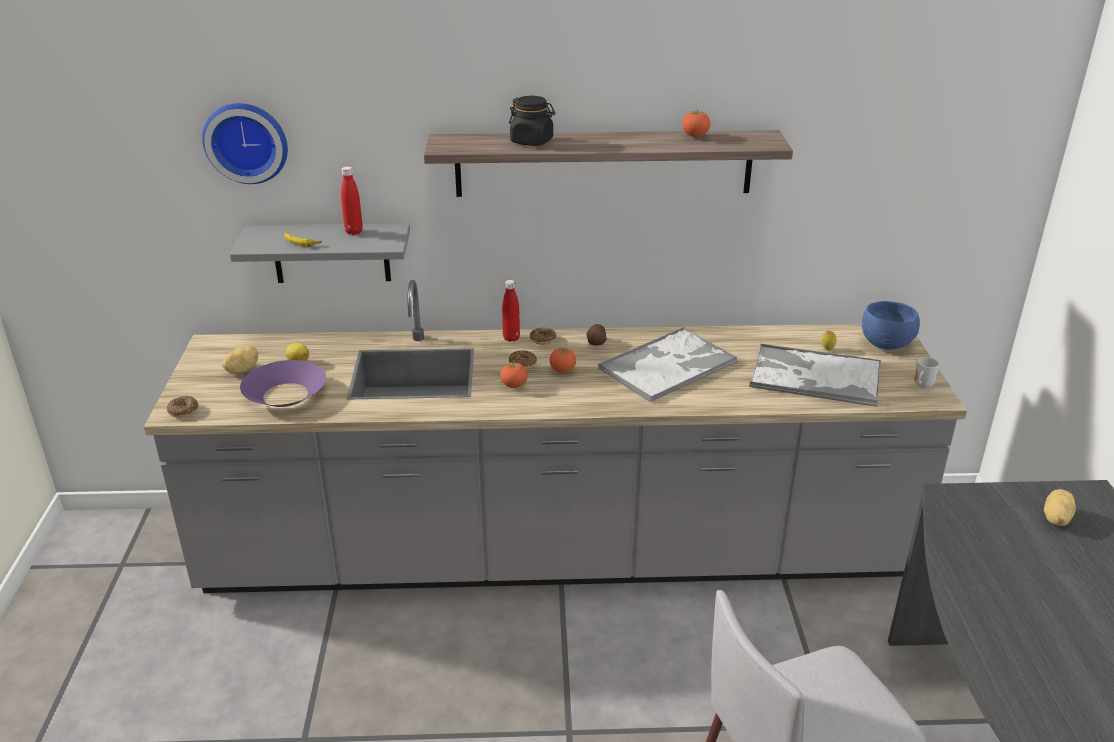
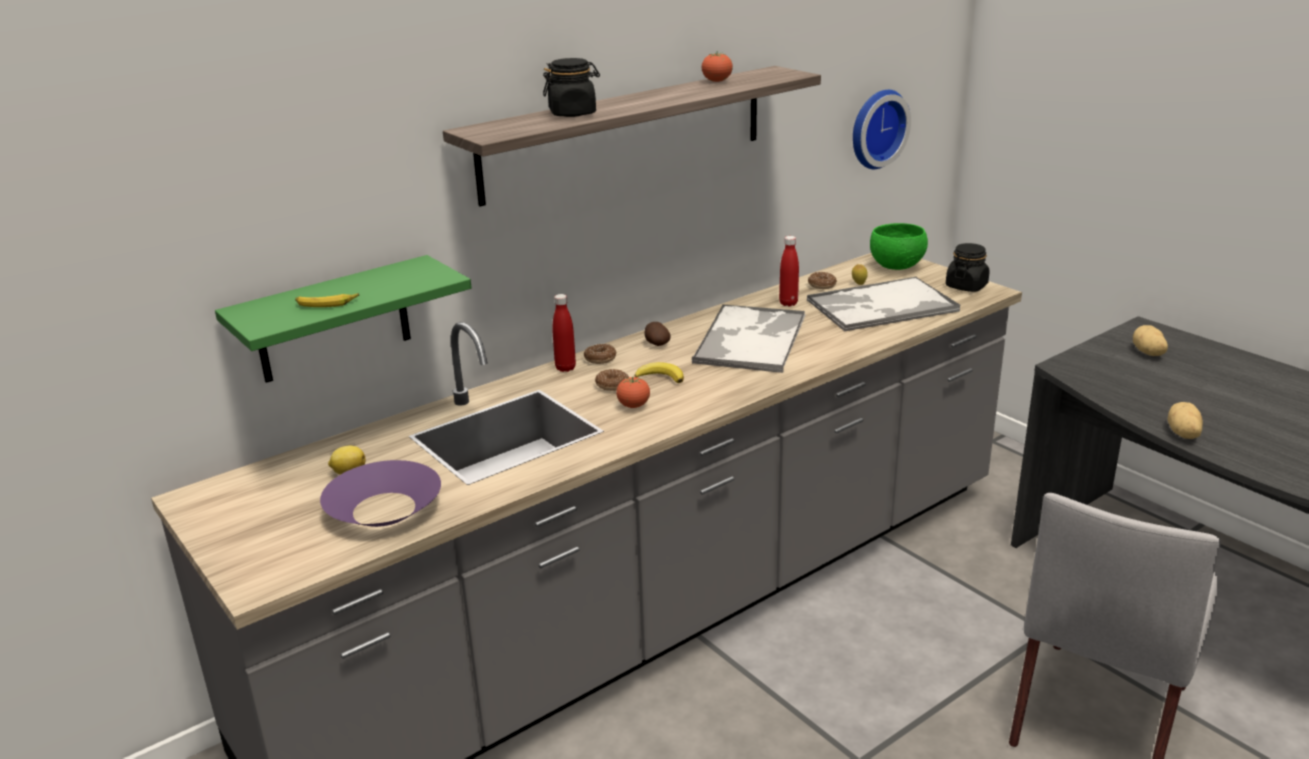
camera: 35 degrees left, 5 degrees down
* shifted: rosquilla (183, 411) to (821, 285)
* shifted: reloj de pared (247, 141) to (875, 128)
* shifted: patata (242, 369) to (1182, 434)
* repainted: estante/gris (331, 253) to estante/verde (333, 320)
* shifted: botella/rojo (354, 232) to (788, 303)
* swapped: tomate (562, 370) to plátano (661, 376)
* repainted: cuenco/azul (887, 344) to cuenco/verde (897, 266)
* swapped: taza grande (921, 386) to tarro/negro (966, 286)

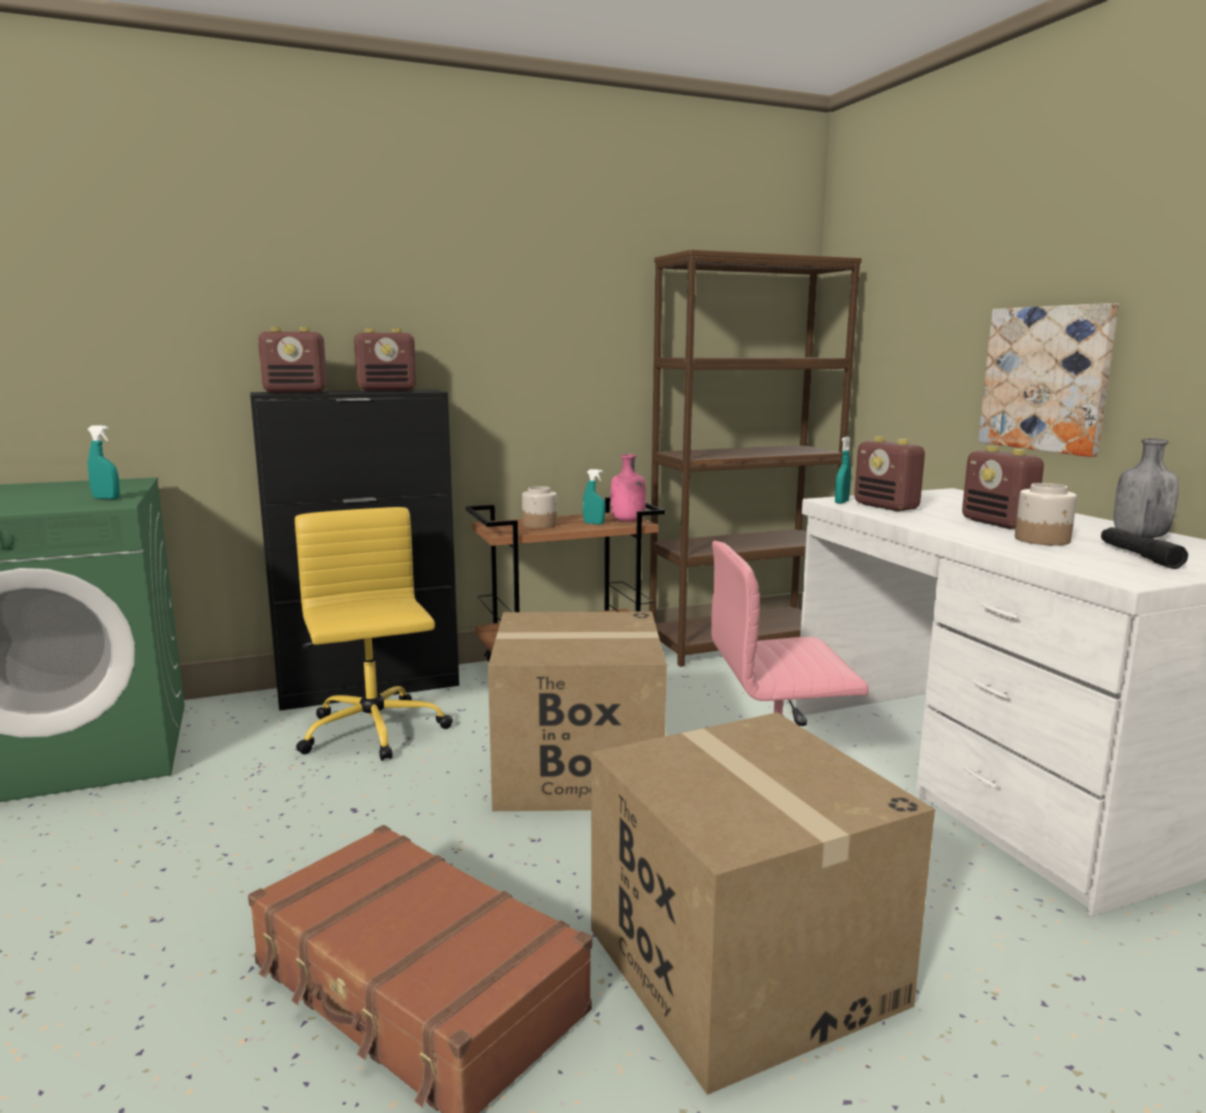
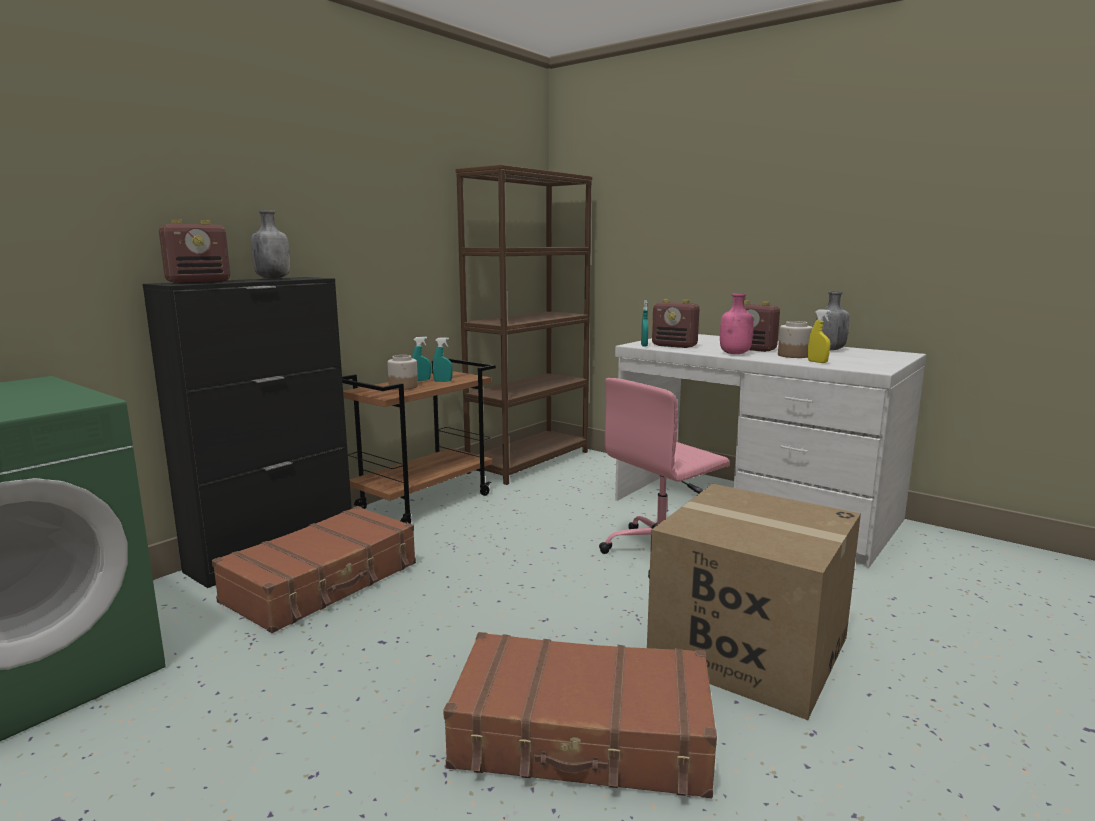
camera: 30 degrees left, 0 degrees up
* shifted: pulverizador/turquesa (106, 498) to (421, 380)
* swapped: silla de oficina/amarillo (374, 732) to maleta/marrón (323, 583)
* swapped: radio (387, 390) to botella/gris (273, 278)
* gone: caja de cartón (577, 769)
* shifted: botella/rosa (628, 521) to (735, 353)
* gone: cuadro (1046, 378)
* gone: linterna/negro (1139, 556)
* new: pulverizador/amarillo (817, 362)

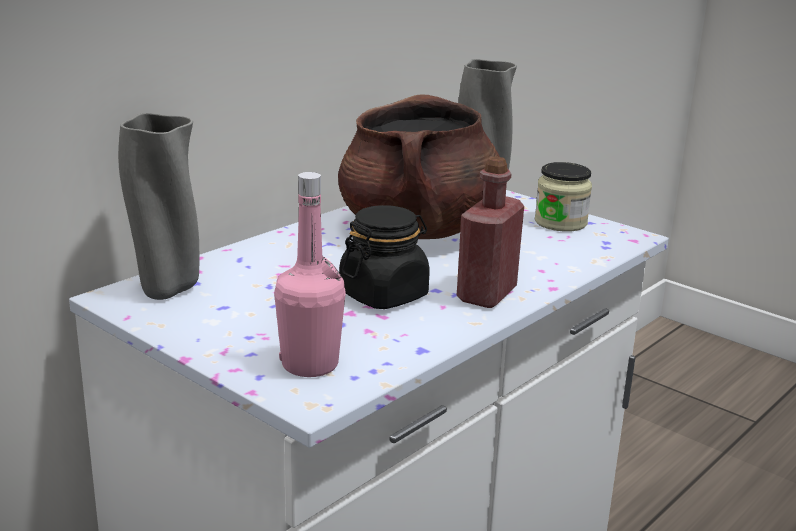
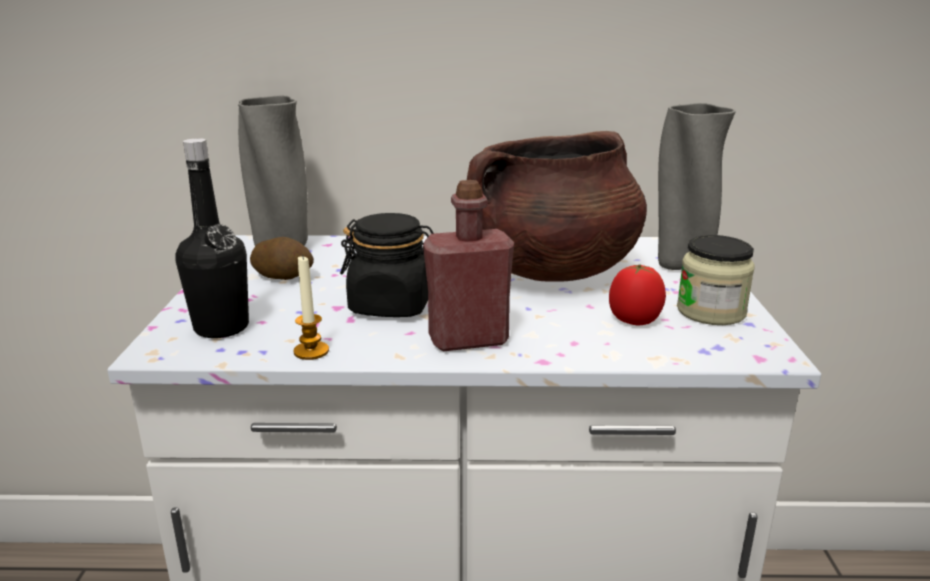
camera: 50 degrees right, 0 degrees up
* repainted: botella/rosa (310, 364) to botella/negro (221, 327)
* new: patata (284, 276)
* new: vela (311, 351)
* new: tomate (634, 321)

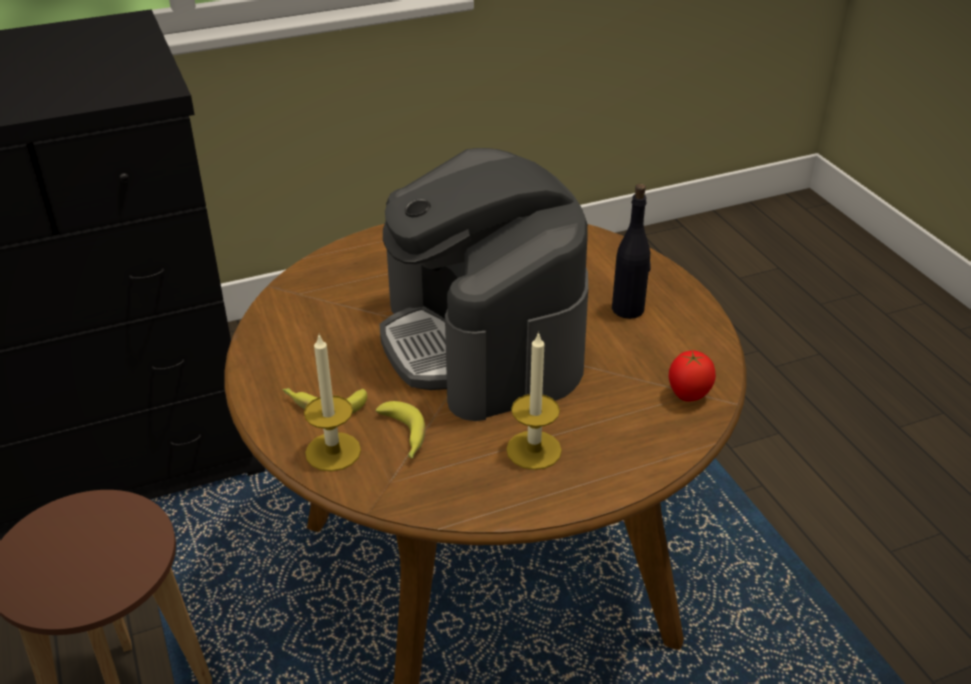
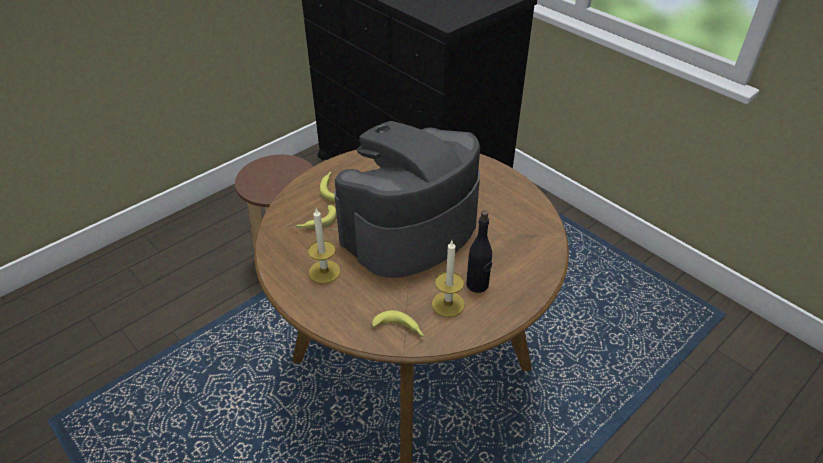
camera: 70 degrees right, 5 degrees up
* shifted: vela (333, 451) to (448, 304)
* swapped: tomate (687, 396) to plátano (400, 329)

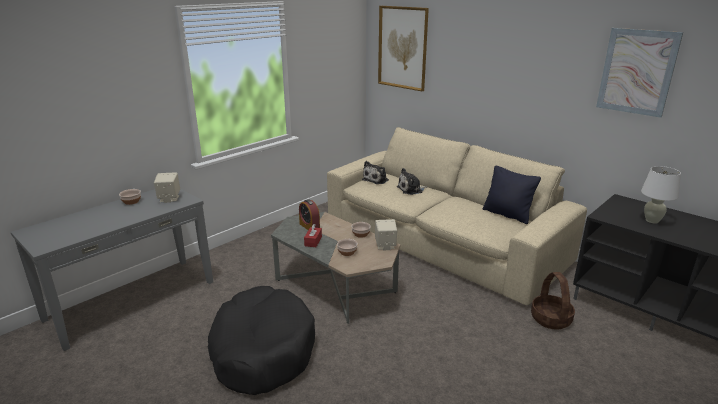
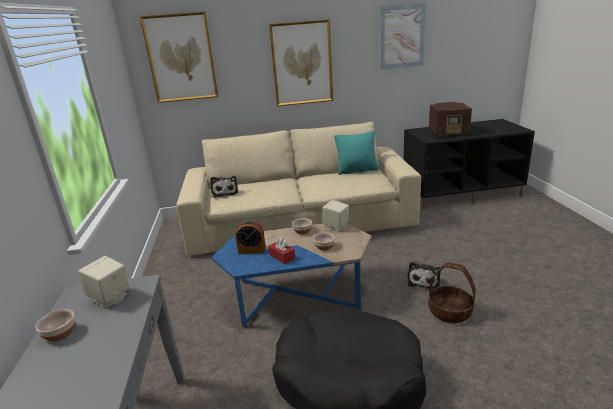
camera: 50 degrees left, 0 degrees up
* repainted: mesa de centro/gris (335, 286) to mesa de centro/azul (297, 295)
* shifted: peluche (411, 190) to (423, 281)
* repainted: cojín/negro (507, 214) to cojín/turquesa (357, 171)
* shifted: cesta (551, 319) to (450, 311)
* swapped: lámpara de mesa/blanco (652, 220) to radio (449, 133)
* new: cuadro (302, 63)

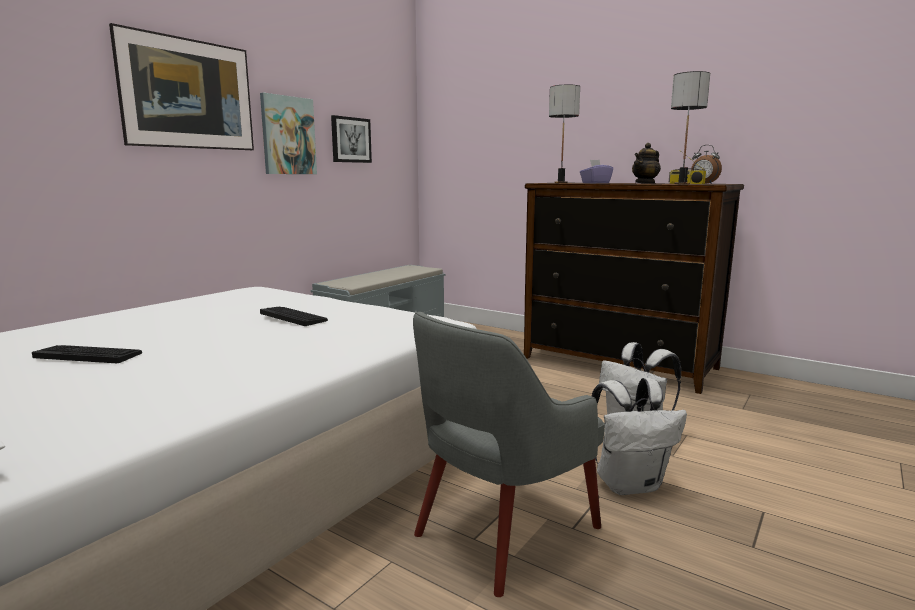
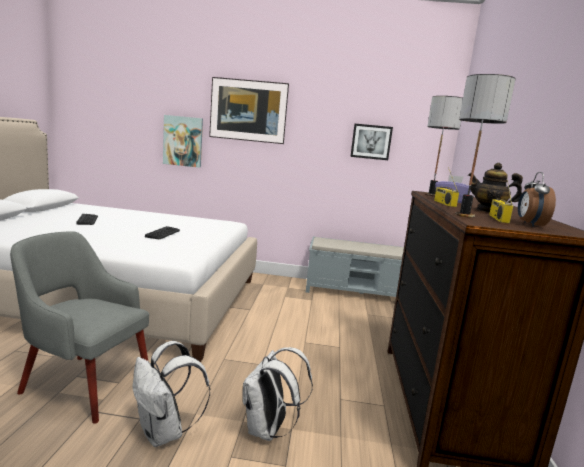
camera: 60 degrees right, 0 degrees up
* shifted: cuadro (288, 135) to (183, 141)
* new: radio (443, 203)

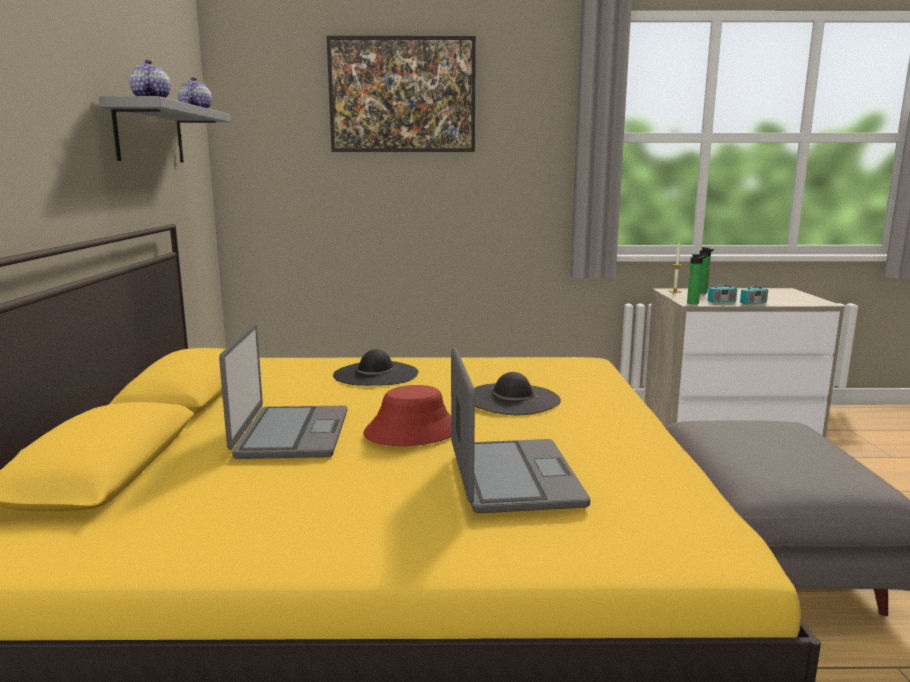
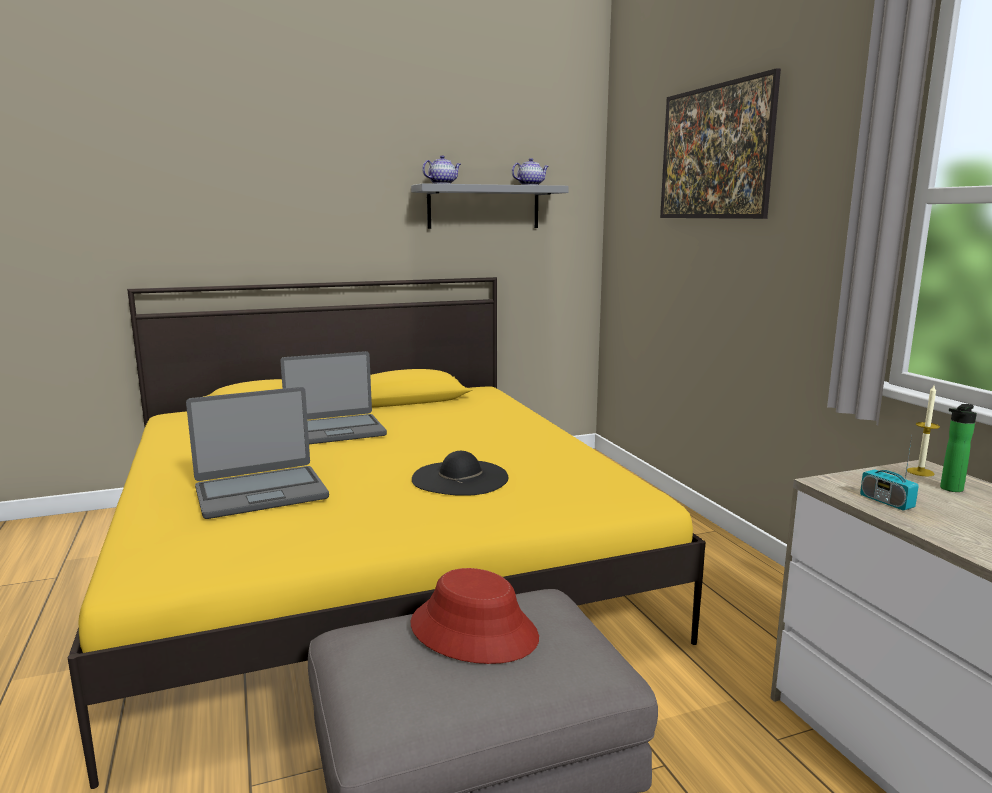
camera: 70 degrees right, 0 degrees up
* gone: sombrero/negro (376, 374)
* shifted: sombrero/rojo (412, 431) to (474, 631)
* gone: botella (694, 303)
* gone: radio (753, 303)

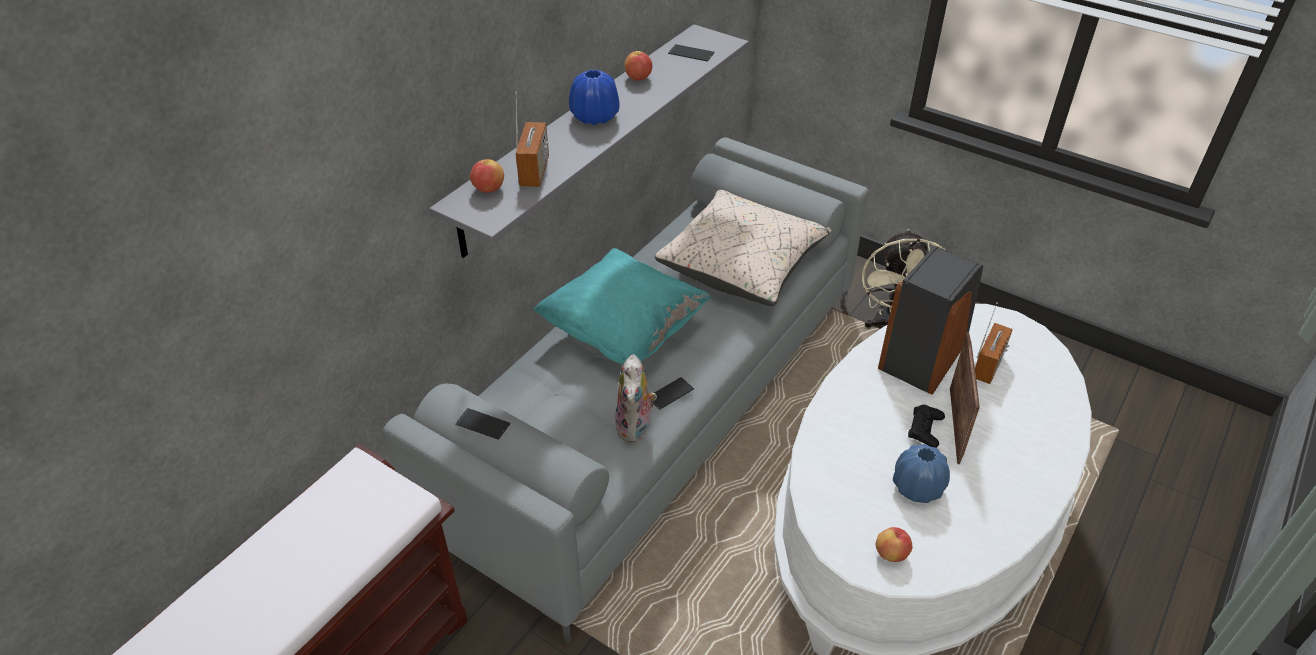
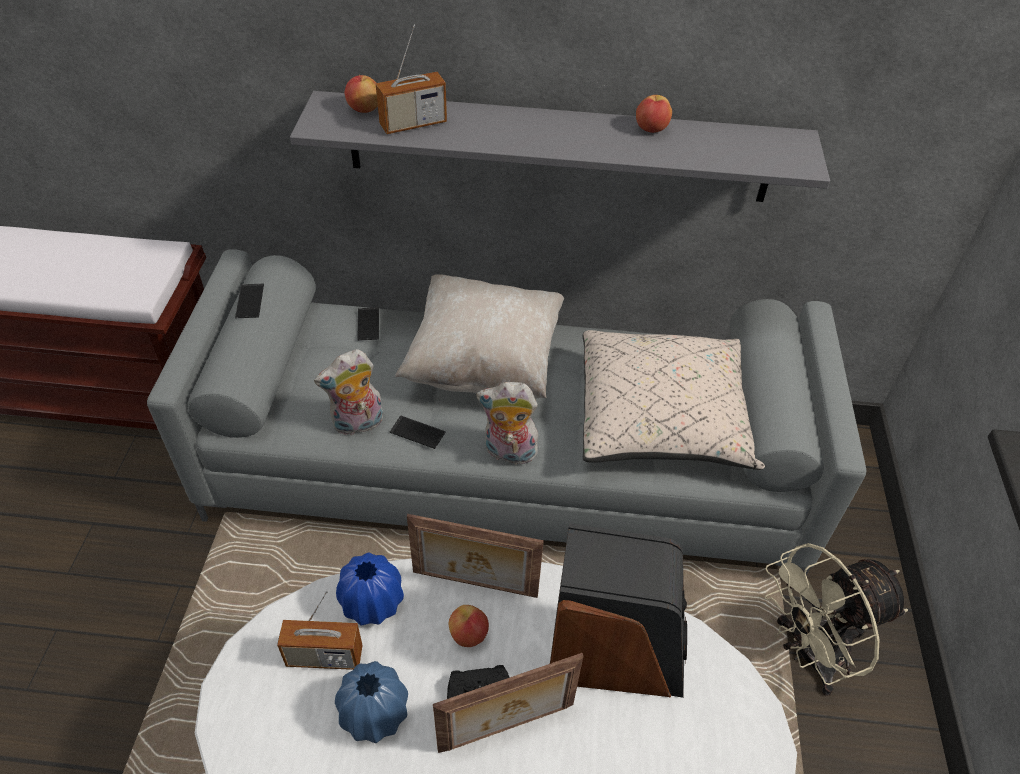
camera: 60 degrees right, 5 degrees up
* repainted: cojín/turquesa (623, 331) to cojín/beis (484, 363)
* shifted: florero/azul (595, 117) to (372, 602)
* shifted: móvil (691, 53) to (368, 324)
* shifted: manzana (891, 553) to (468, 634)
* shifted: radio (988, 366) to (324, 657)
* new: portarretratos (474, 586)
* new: peluche (508, 453)

